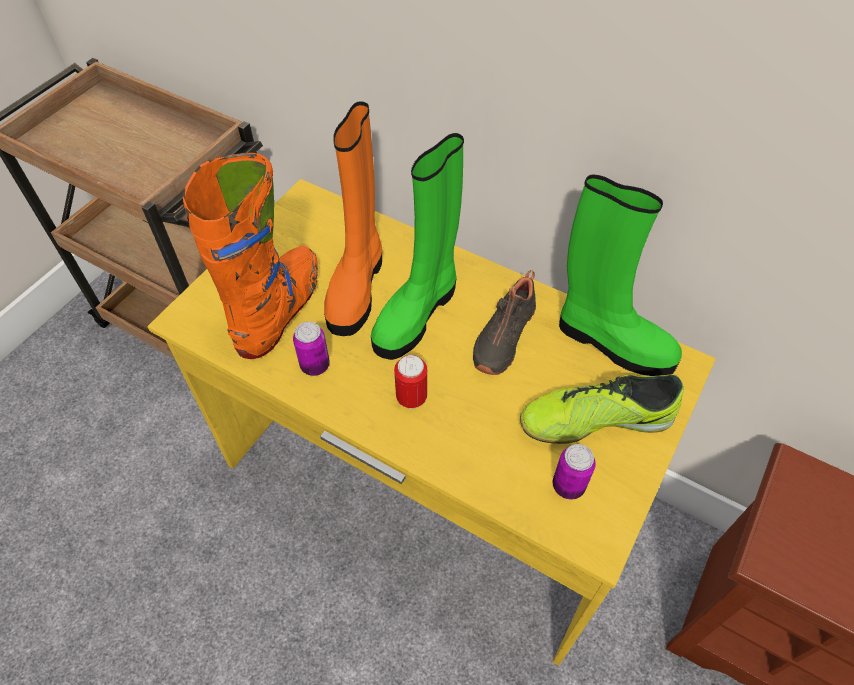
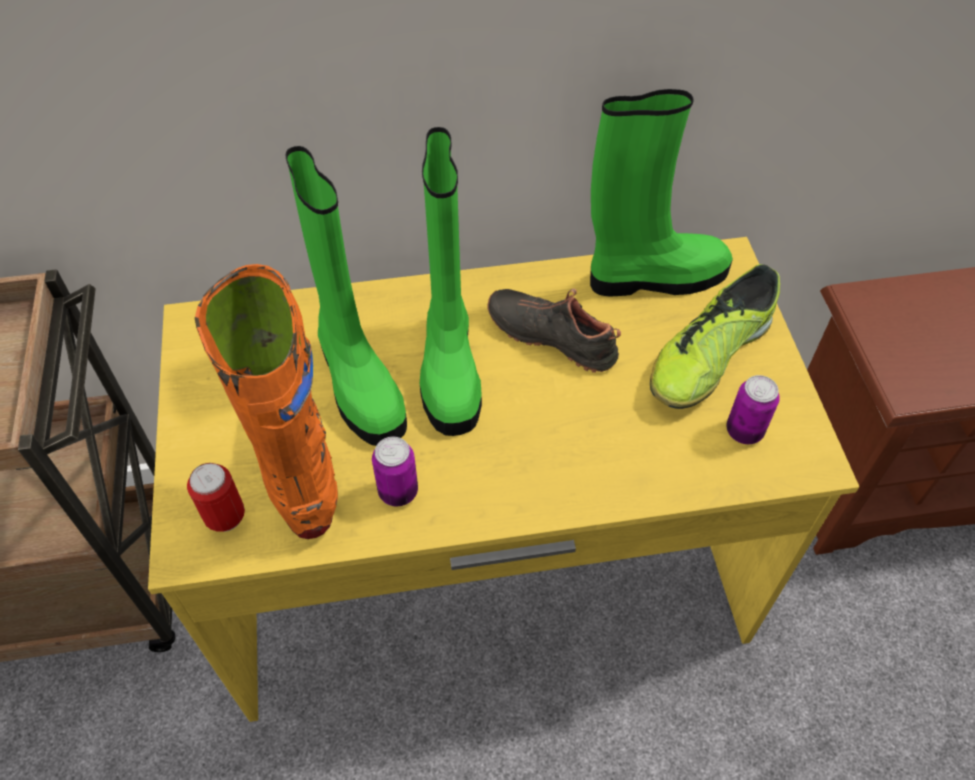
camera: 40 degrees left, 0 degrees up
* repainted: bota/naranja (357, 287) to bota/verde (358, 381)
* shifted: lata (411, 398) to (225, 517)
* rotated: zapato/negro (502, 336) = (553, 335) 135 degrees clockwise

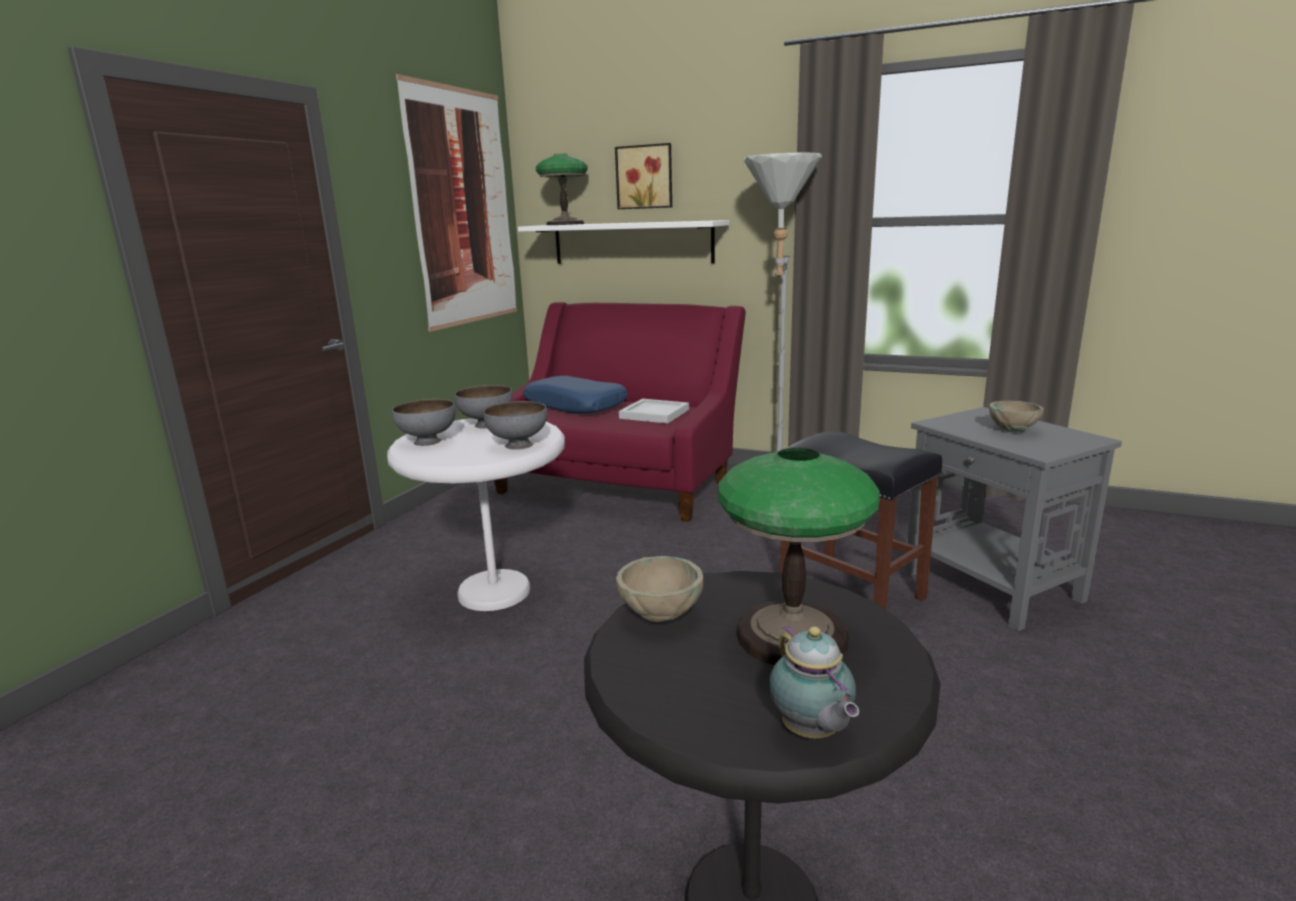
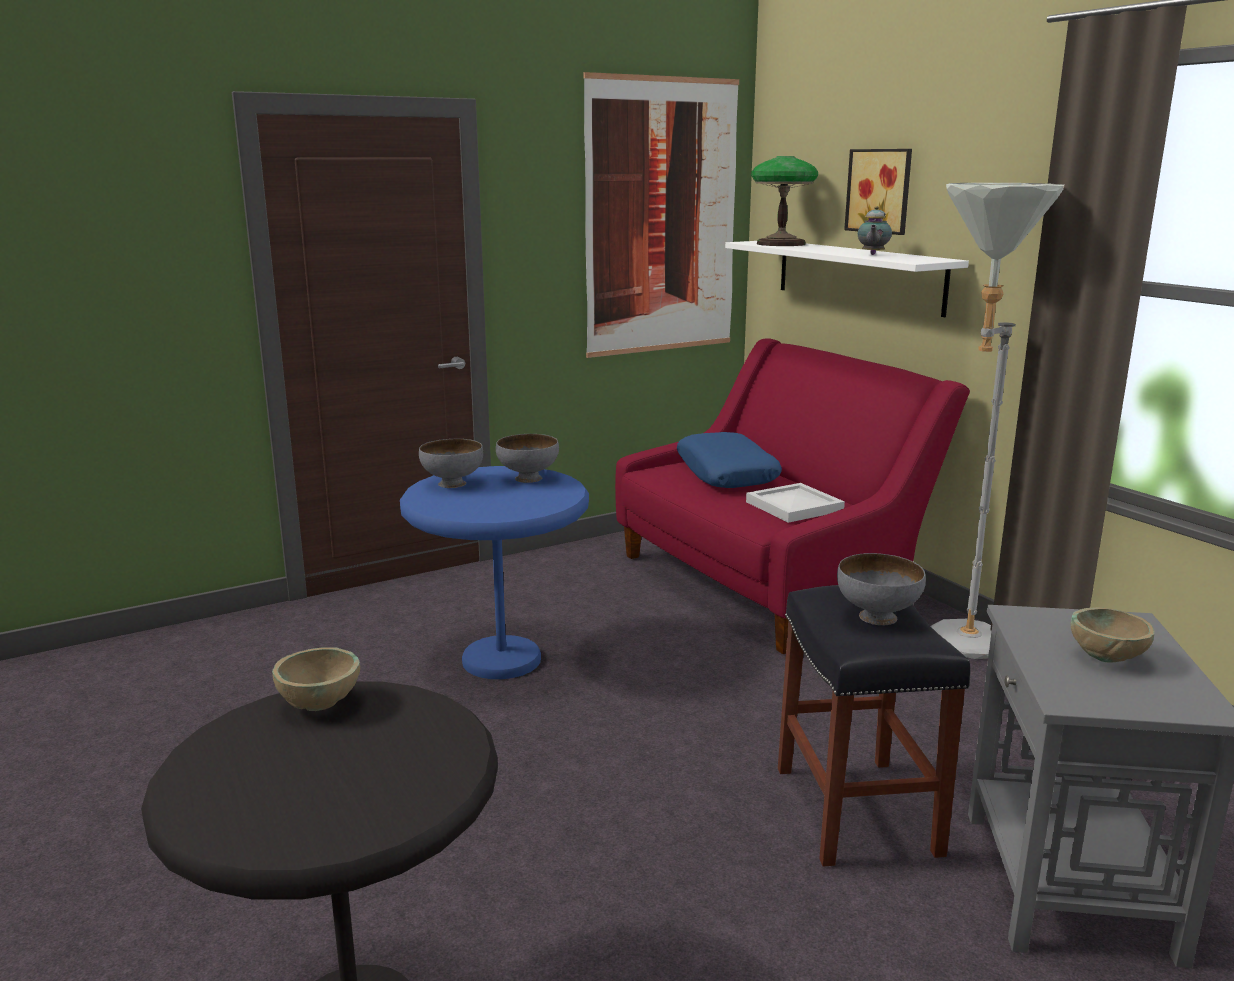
camera: 35 degrees right, 0 degrees up
* repainted: mesa auxiliar/blanco (494, 592) to mesa auxiliar/azul (501, 660)
* shifted: cuenco/gris (518, 445) to (876, 617)
* gone: lámpara de mesa (791, 636)
* shifted: tetera (811, 733) to (872, 254)

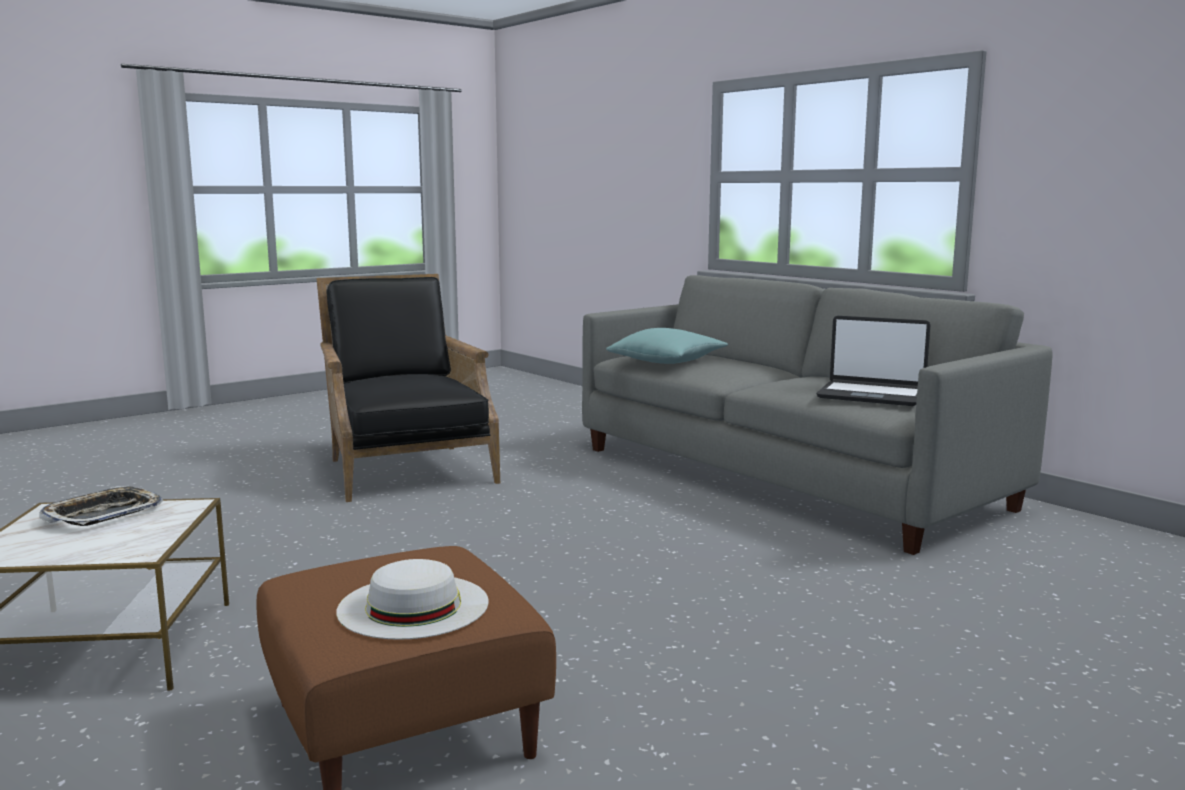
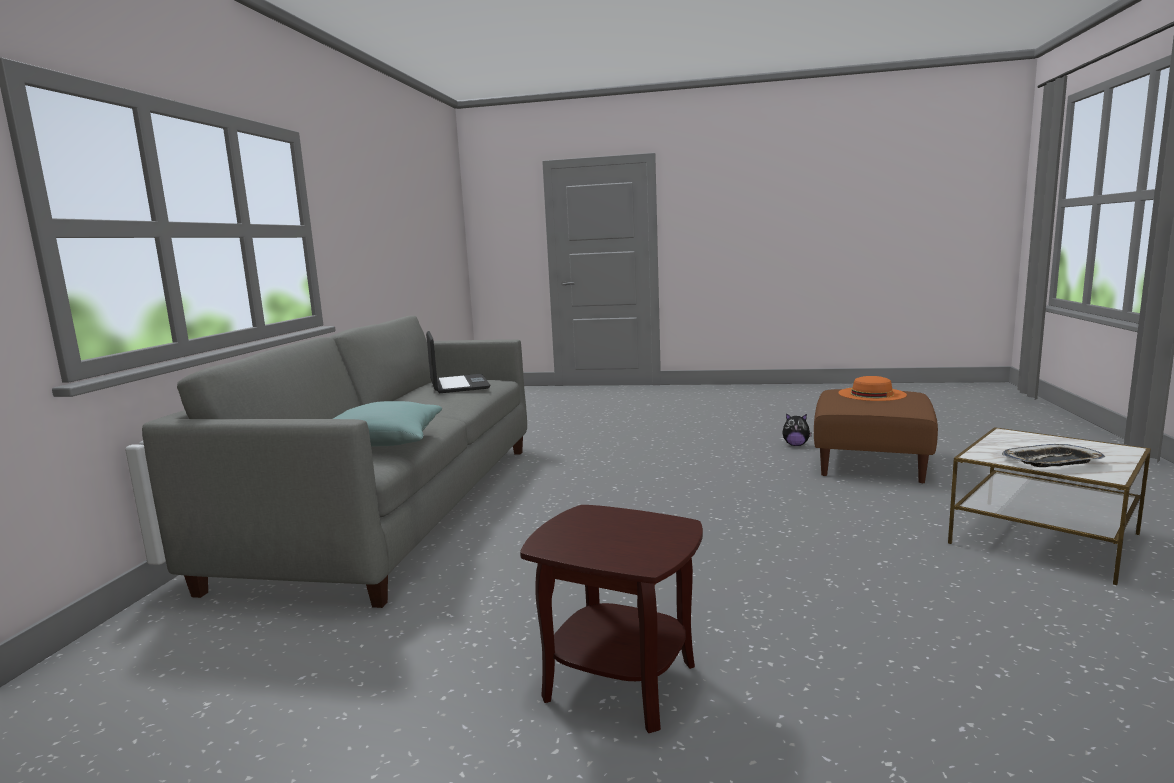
camera: 130 degrees left, 0 degrees up
* swapped: sillón/negro (404, 467) to mesa auxiliar/marrón (619, 682)
* repainted: sombrero/blanco (413, 606) to sombrero/naranja (871, 394)
* new: peluche (795, 445)

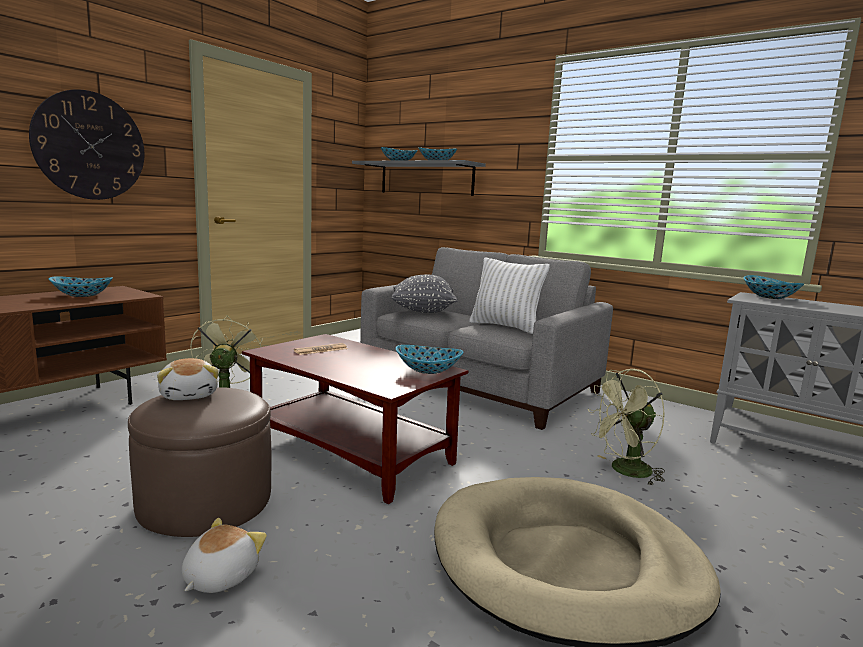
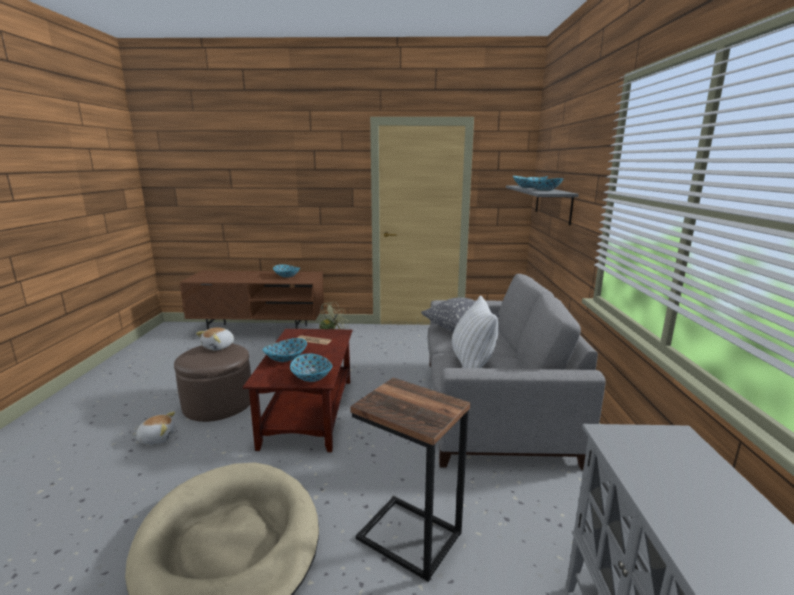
camera: 55 degrees right, 5 degrees up
* gone: reloj de pared (90, 146)
* swapped: ventilador/verde (624, 471) to mesa auxiliar (408, 537)
* shifted: cuenco (769, 297) to (285, 358)

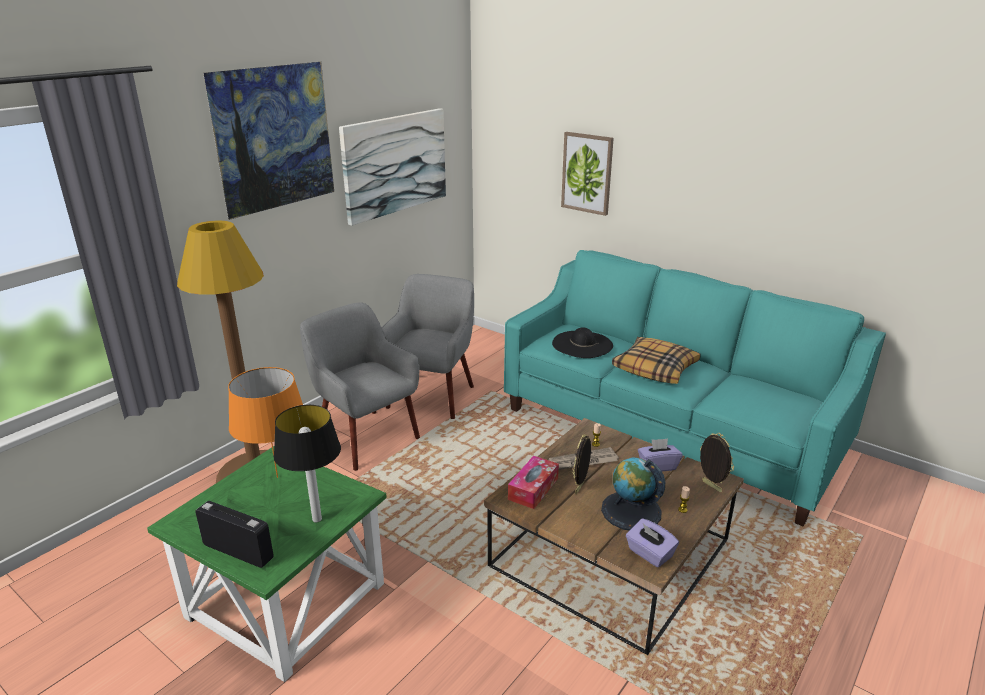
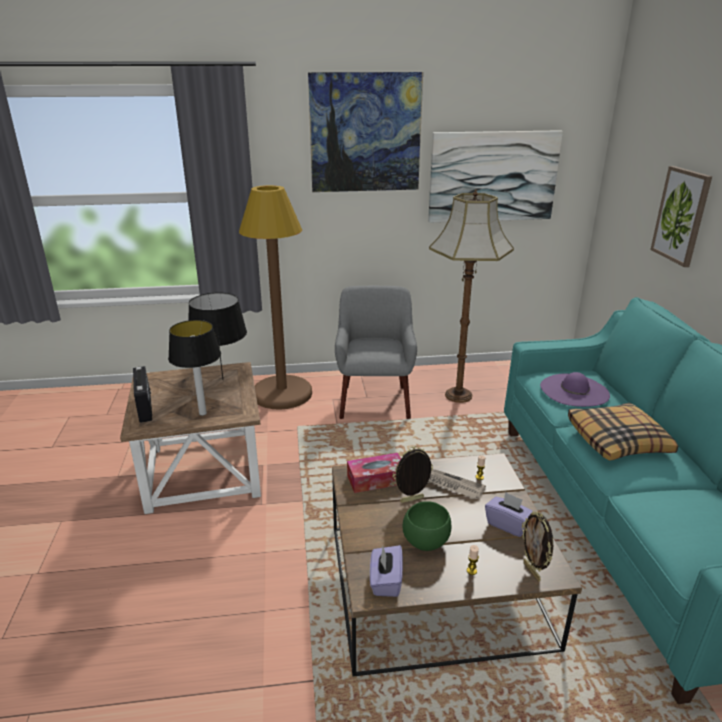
camera: 45 degrees right, 0 degrees up
* repainted: mesa auxiliar/verde (283, 601) to mesa auxiliar/marrón (202, 471)
* repainted: lámpara de mesa/naranja (277, 477) to lámpara de mesa/negro (223, 380)
* swapped: sillón/gris (432, 396) to lámpara de pie (459, 395)
* repainted: sombrero/negro (582, 344) to sombrero/morado (574, 390)
* swapped: globo terráqueo (631, 511) to cuenco/verde (424, 542)
* rotated: portarretratos (710, 486) = (532, 571) 150 degrees clockwise

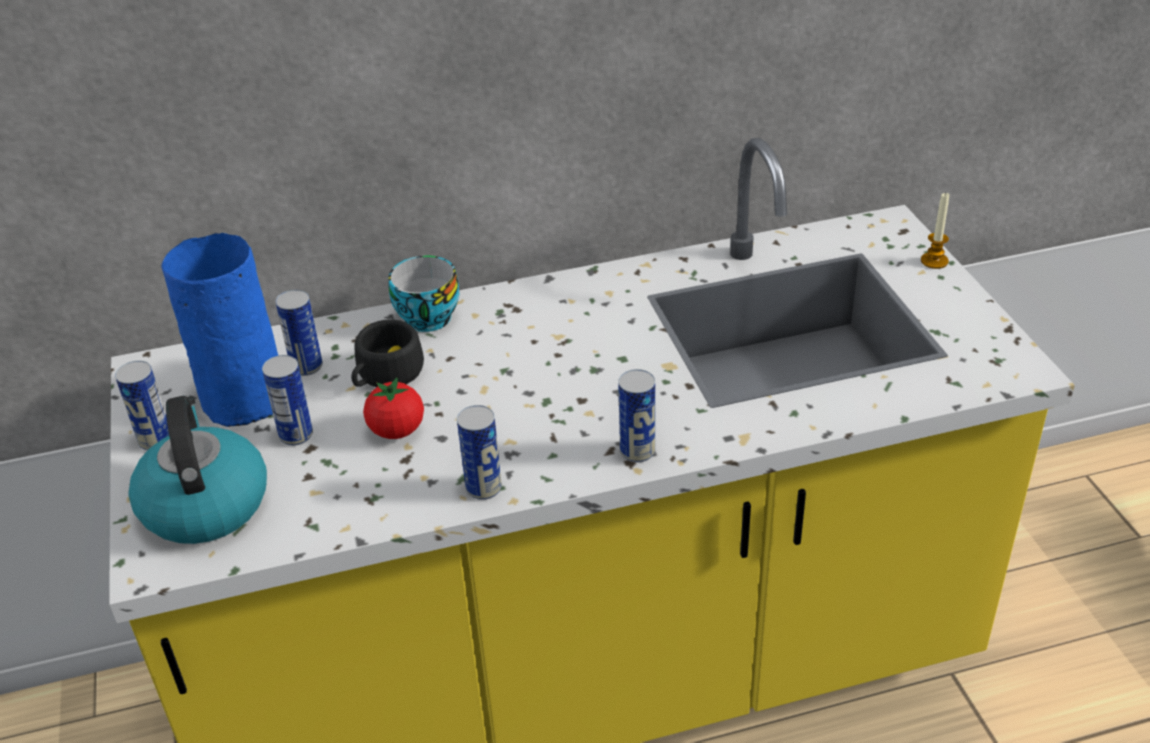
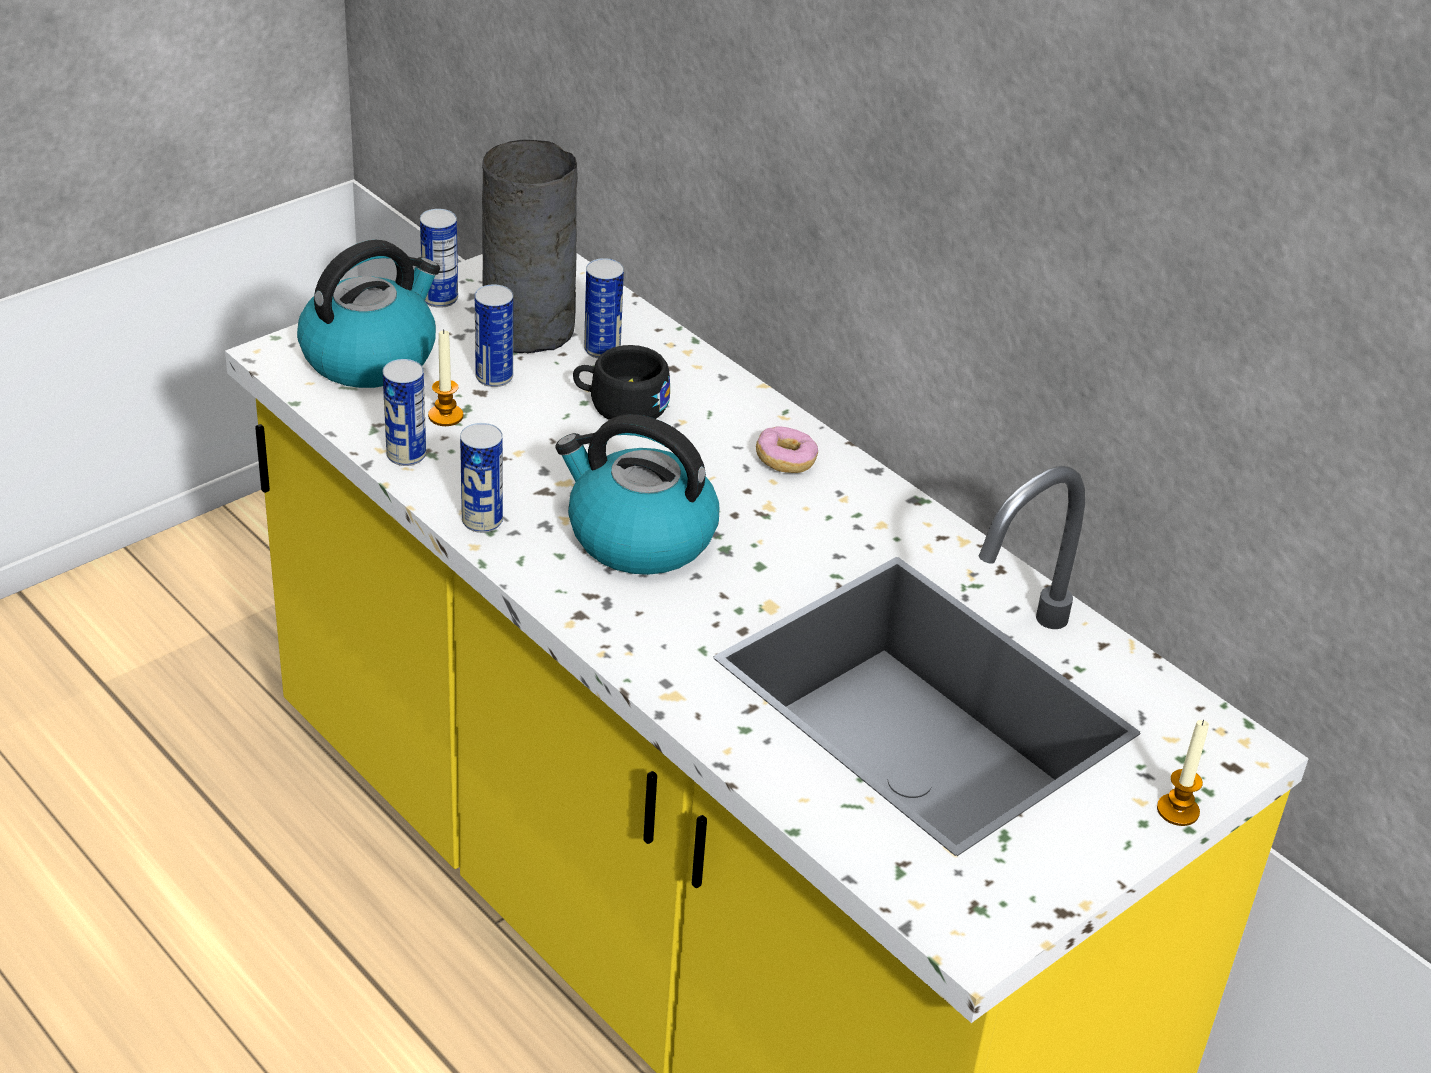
camera: 60 degrees right, 0 degrees up
* repainted: florero/azul (247, 398) to florero/gris (530, 330)
* gone: tomate (397, 430)
* gone: taza (424, 317)
* shifted: lata (637, 451) to (406, 455)
* new: vela (445, 416)
* new: hervidor (638, 537)
* new: rosquilla (785, 461)

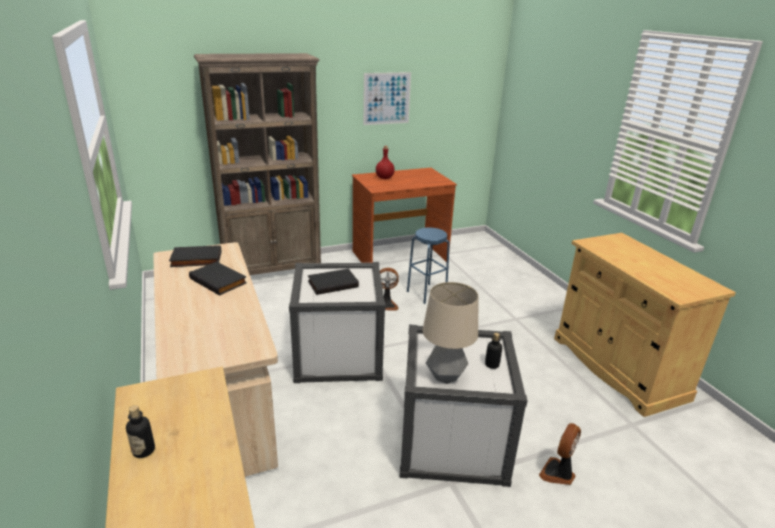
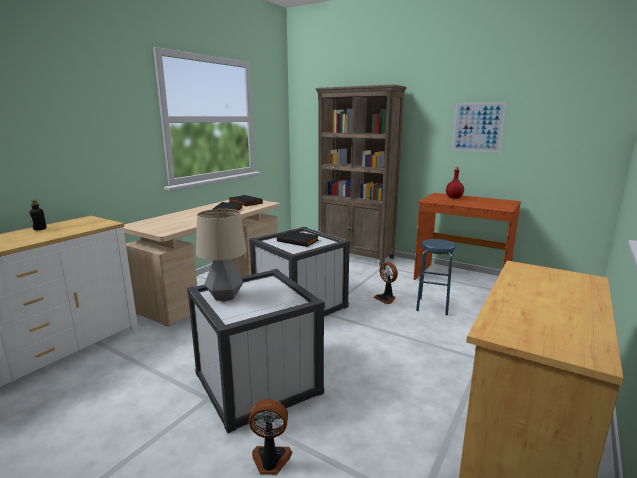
camera: 55 degrees right, 10 degrees down
* gone: botella (492, 365)

